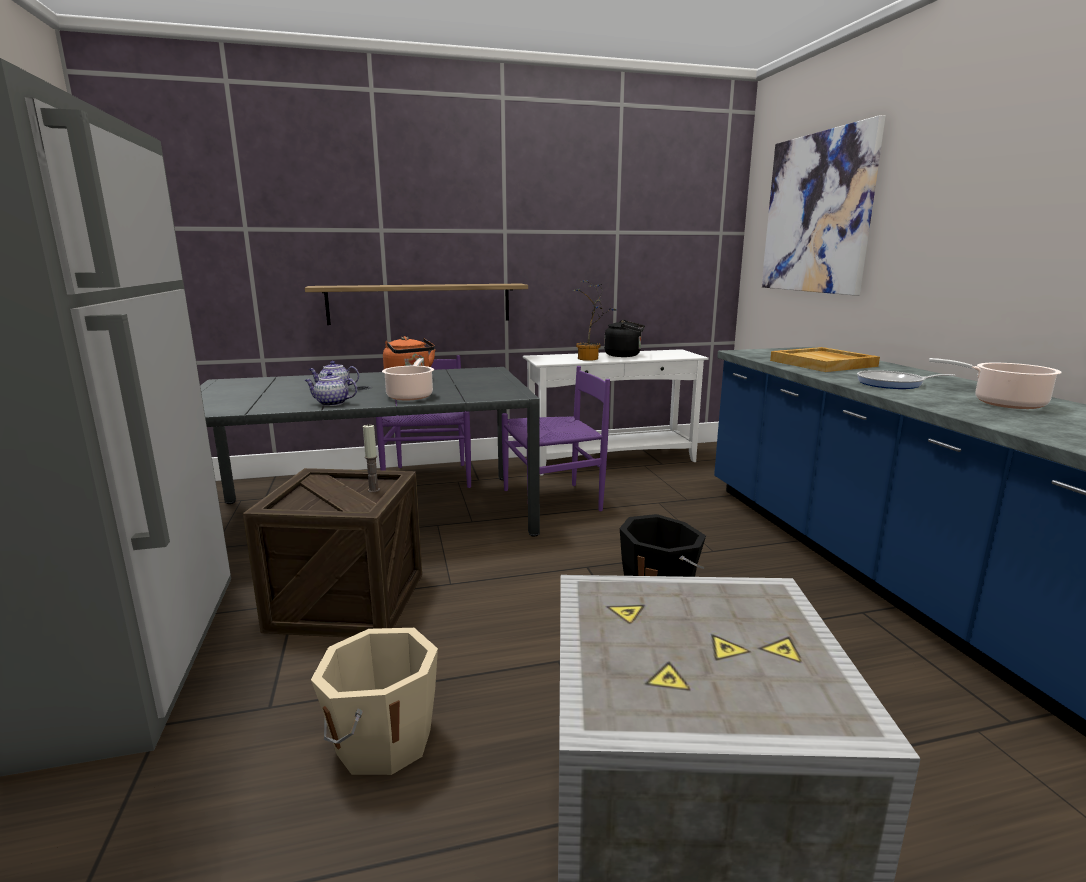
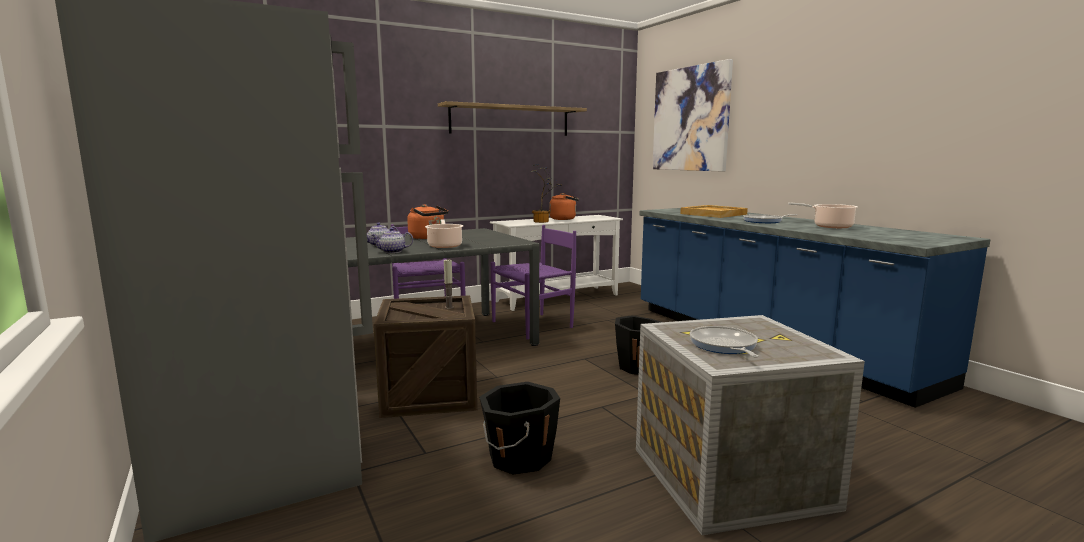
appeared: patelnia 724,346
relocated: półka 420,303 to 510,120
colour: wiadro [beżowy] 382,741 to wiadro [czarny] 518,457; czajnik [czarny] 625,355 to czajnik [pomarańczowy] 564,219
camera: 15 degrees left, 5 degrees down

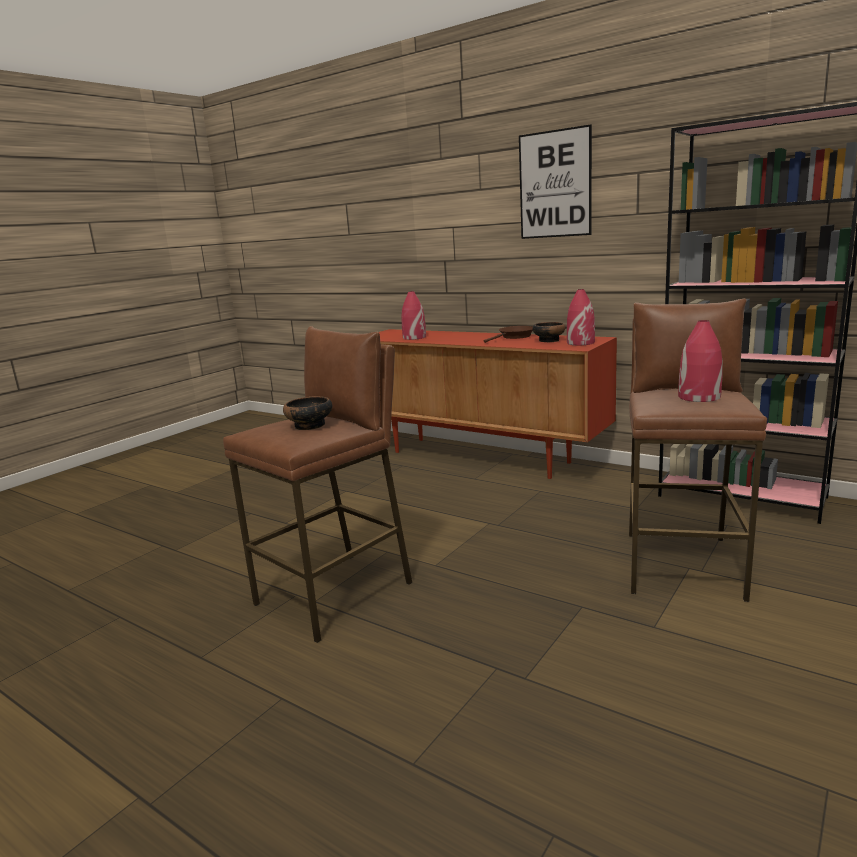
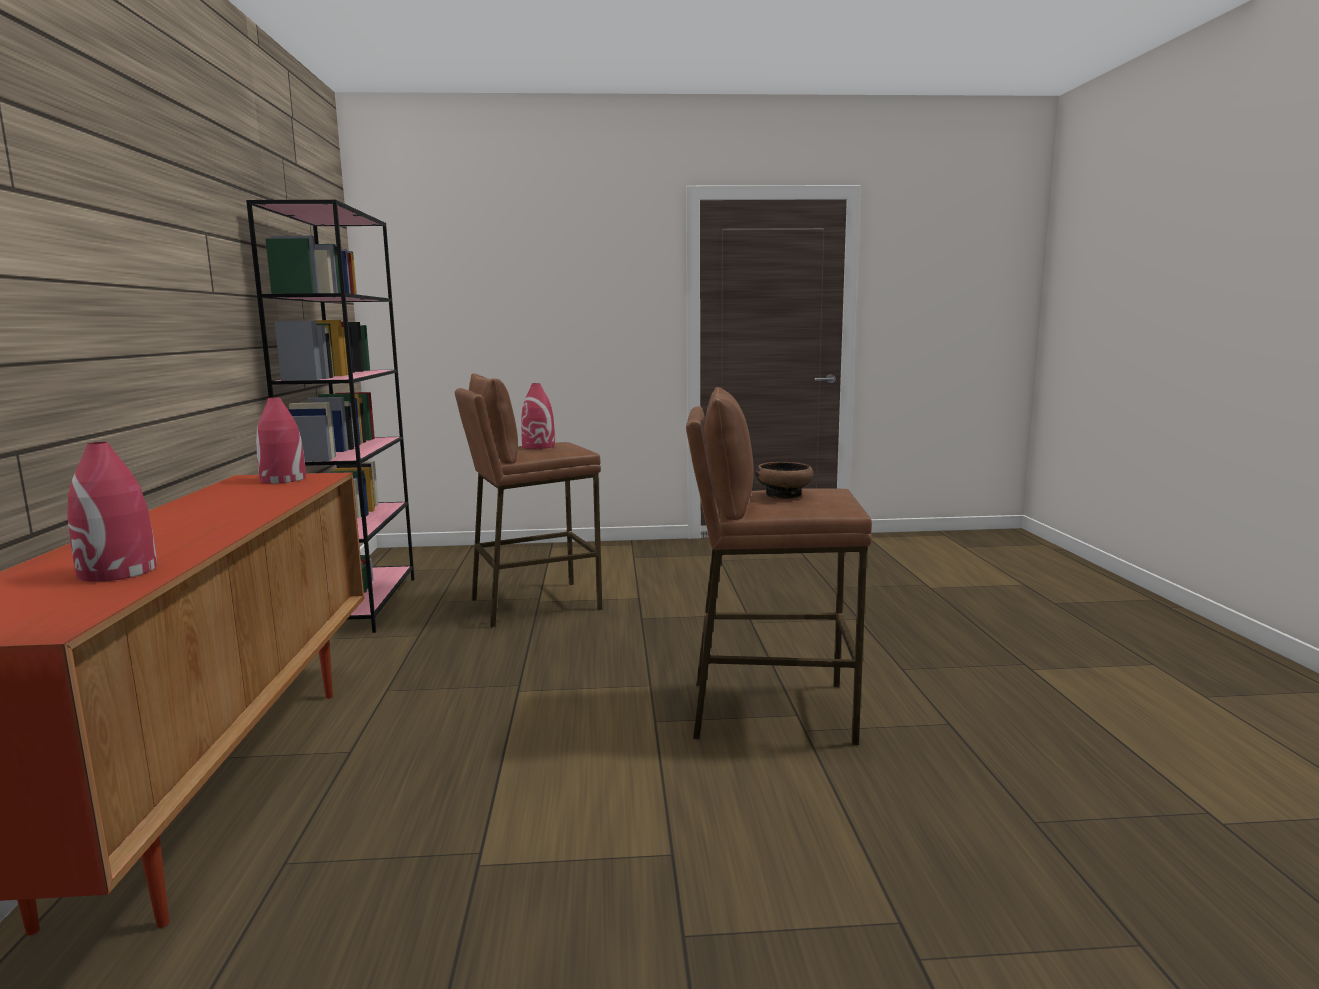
missing: patelnia [brązowy] 514,337; obraz 555,184; miska 549,340
camera: 130 degrees left, 5 degrees down

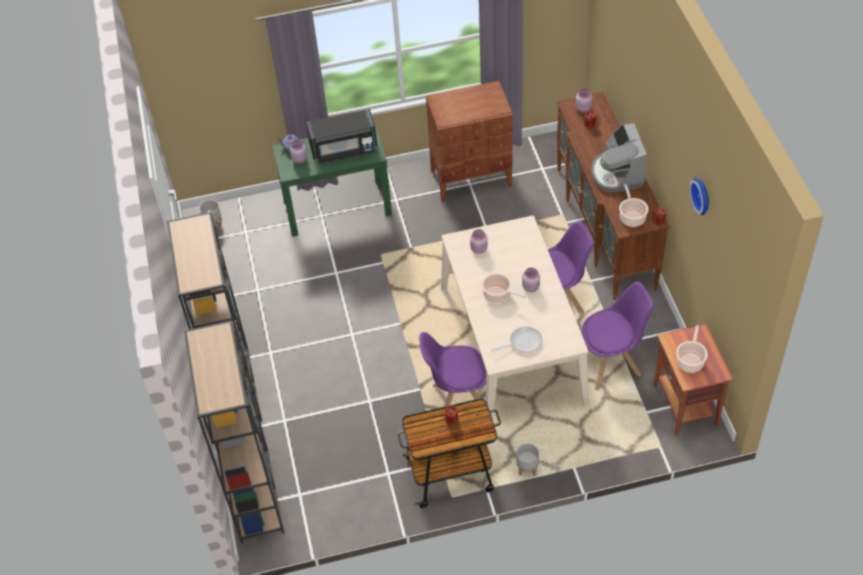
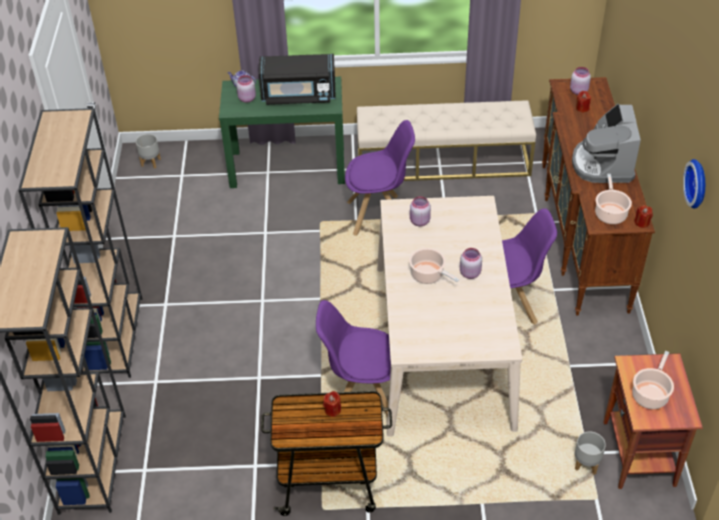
missing: patelnia 522,342
relocated: donica [szary] 527,469 to 586,464; krzesło [fioletowy] 611,363 to 379,215
exchanged: komoda [brązowy] 472,179 to ławka [beżowy] 443,161
camera: 10 degrees right, 5 degrees down

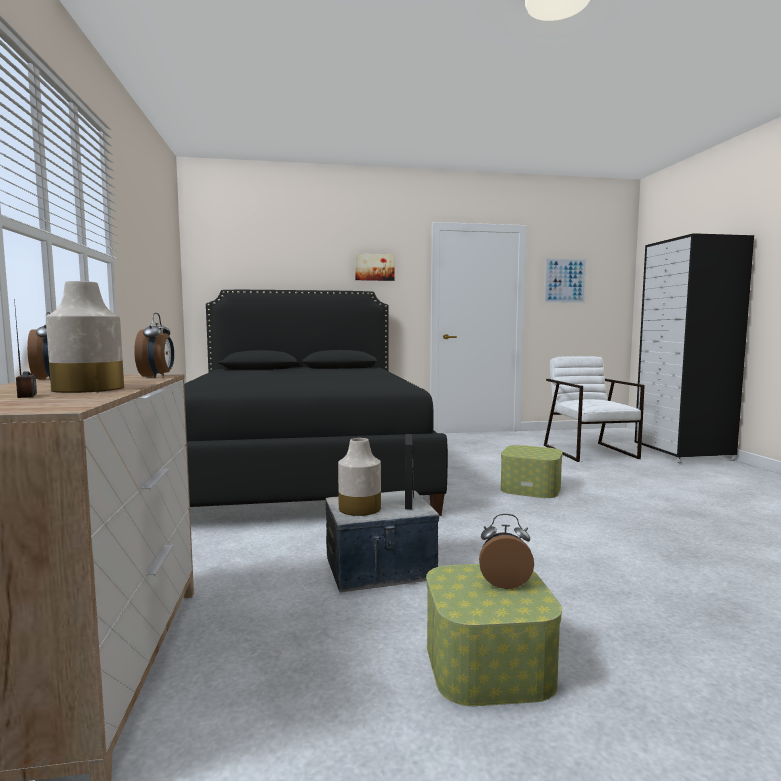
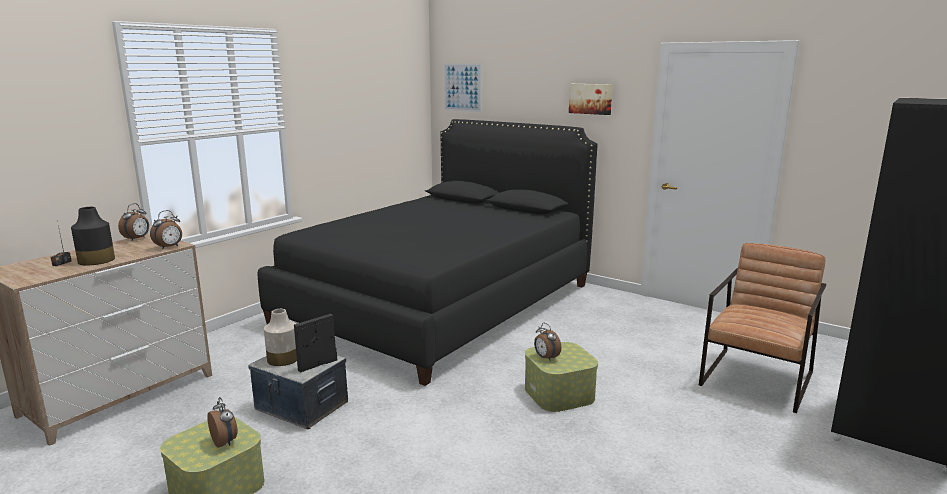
appeared: budzik 545,358
relocated: obraz 565,280 to 462,87
colour: wazon [beżowy] 87,389 to wazon [czarny] 96,260; fotel [biały] 589,452 to fotel [brązowy] 757,379
camera: 45 degrees right, 10 degrees up

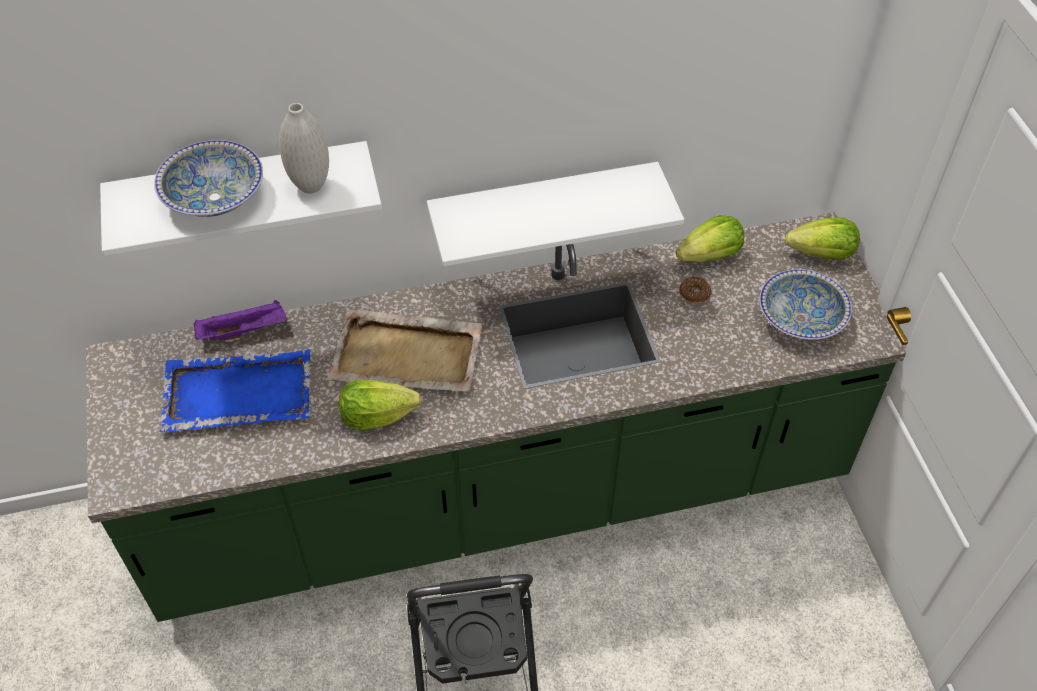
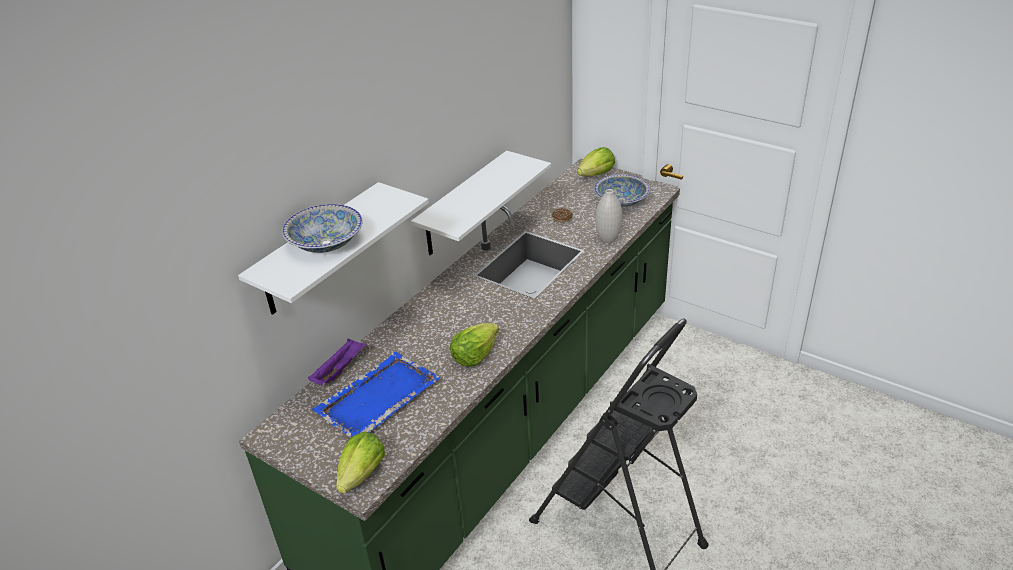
missing: taca [beżowy] 408,355
relocated: wazon [biały] 311,186 to 608,240; sałata 710,256 to 362,474
camera: 40 degrees left, 15 degrees down

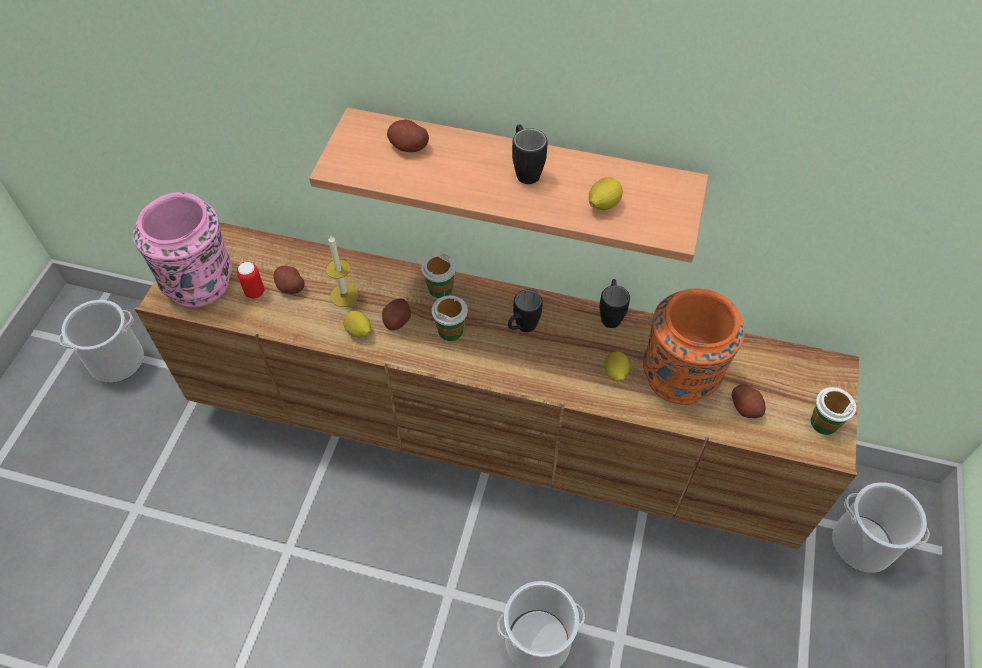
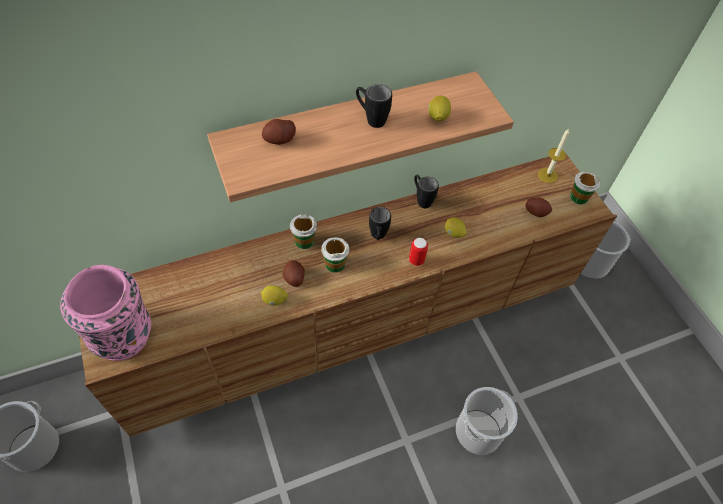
missing: ziemniak 290,287; wazon [pomarańczowy] 681,377
relocated: puszka 255,292 to 416,260; świeca 344,295 to 547,175
camera: 40 degrees left, 0 degrees up

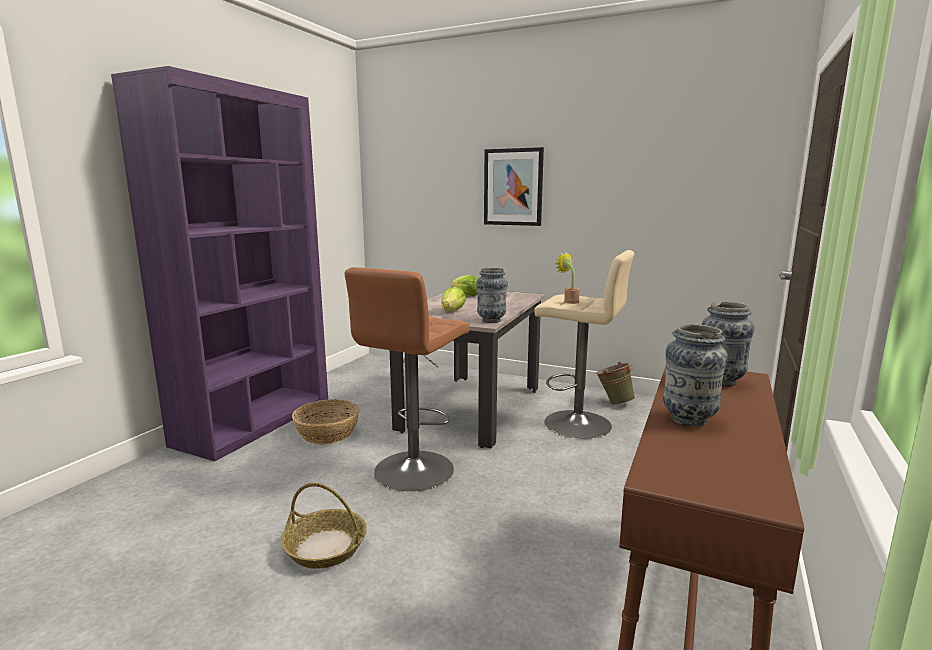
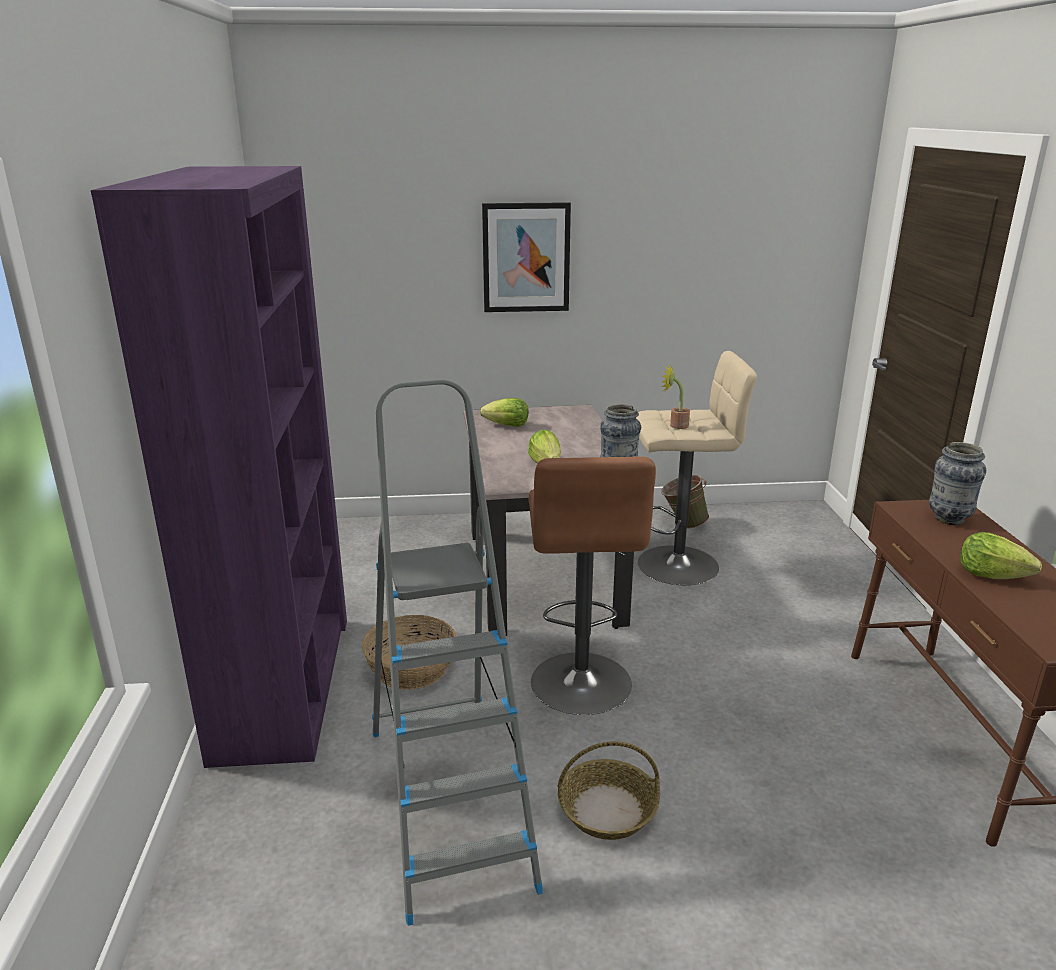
appeared: drabinka [szary] 449,804
exchanged: wazon 689,420 to sałata 990,575
camera: 30 degrees left, 10 degrees up

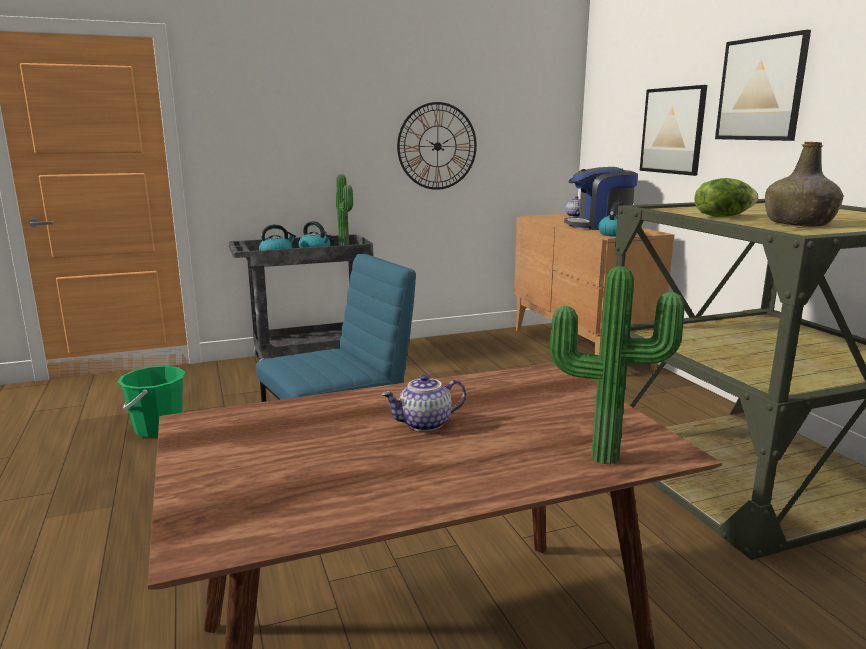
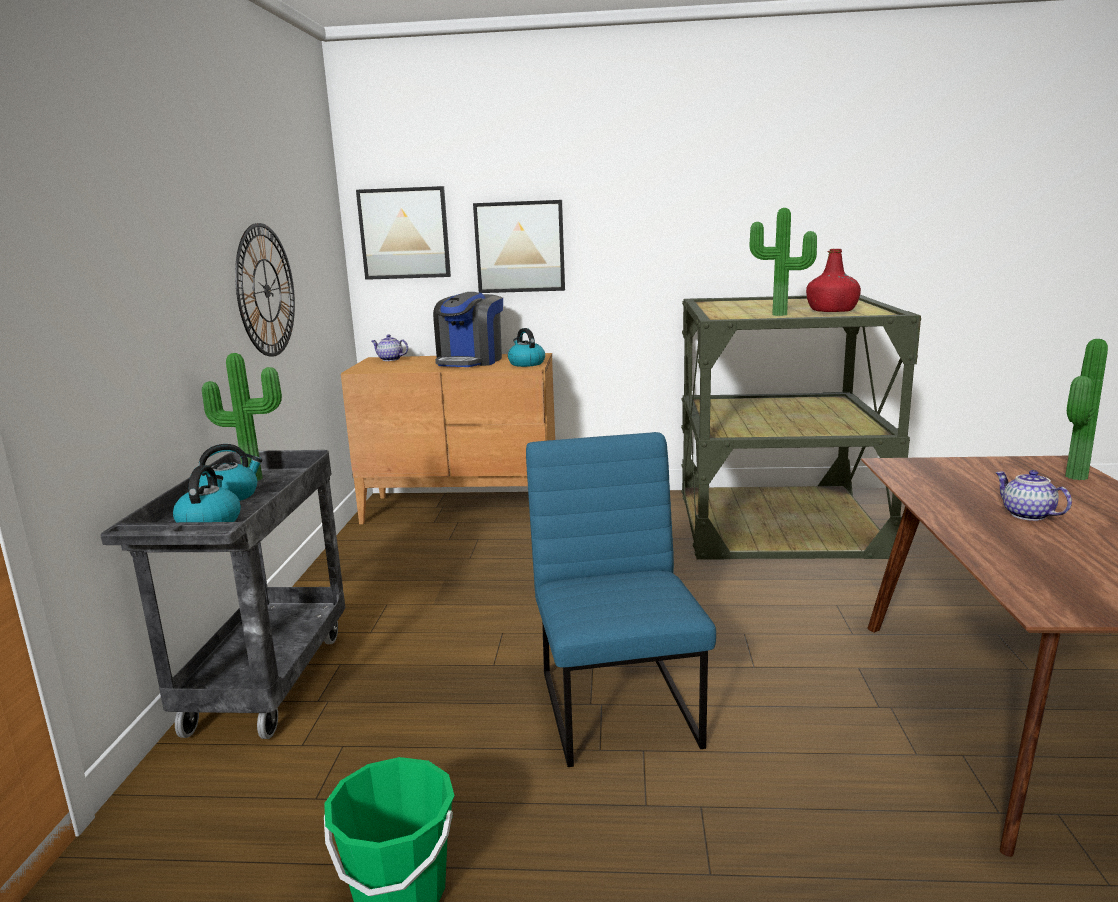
relocated: obraz 760,89 to 404,233
exchanged: sałata 722,216 to roślina doniczkowa 779,315
colour: butelka [zielony] 799,224 to butelka [czerwony] 832,311
spun: imbryk 425,424 = 1026,515 150 degrees clockwise
camera: 65 degrees left, 0 degrees up

